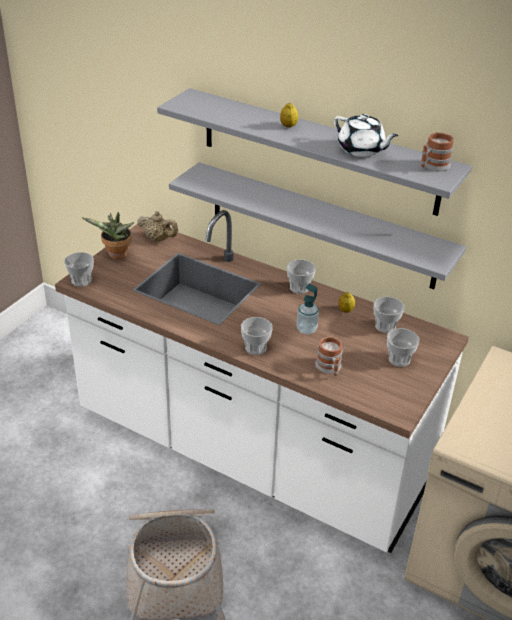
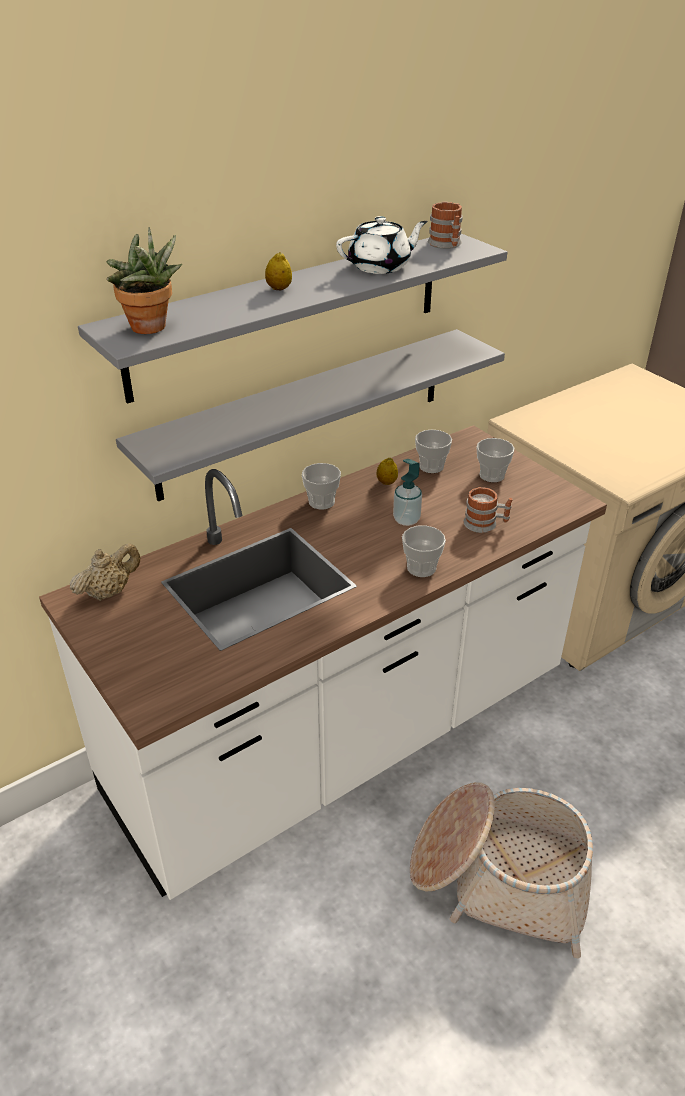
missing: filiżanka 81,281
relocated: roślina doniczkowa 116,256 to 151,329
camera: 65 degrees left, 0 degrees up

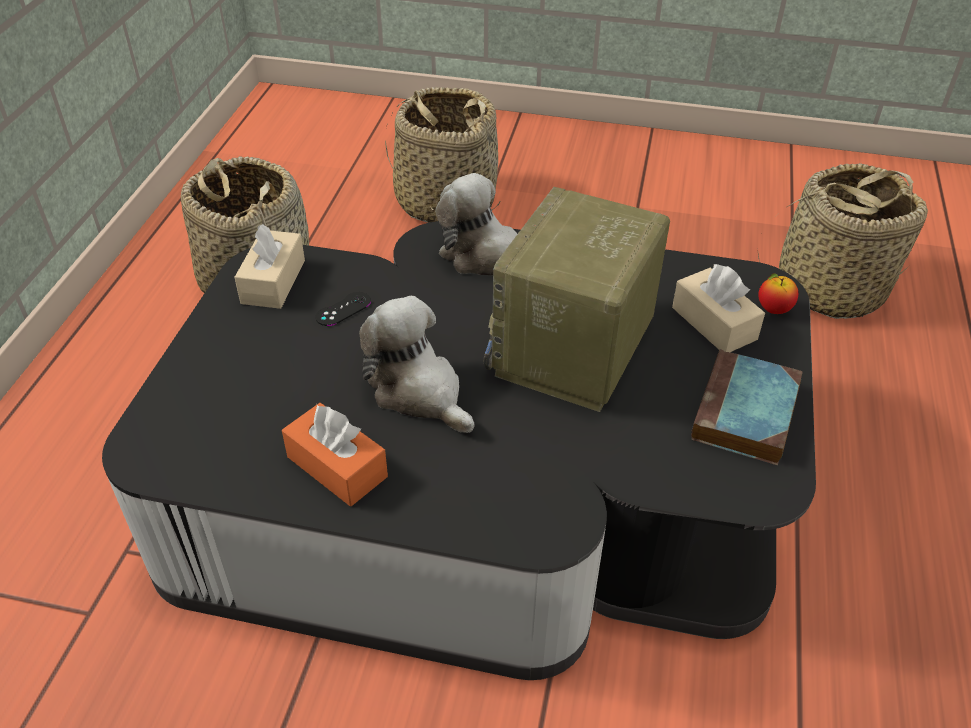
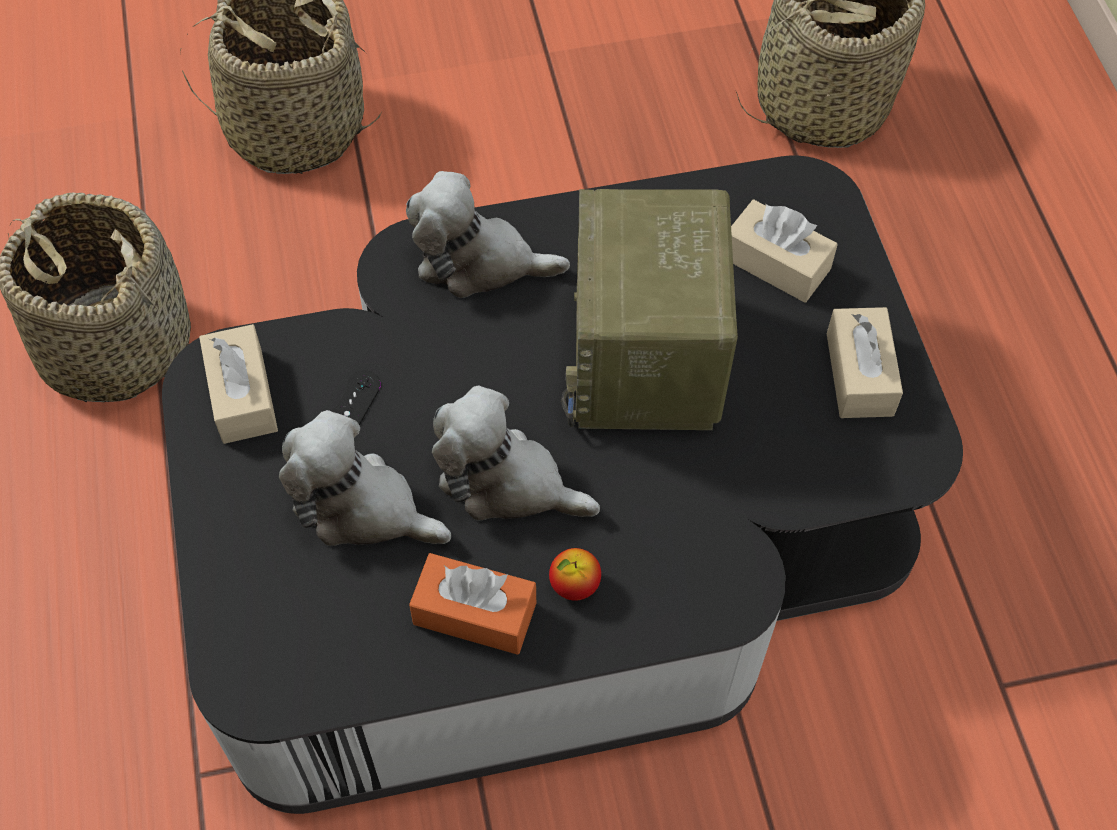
appeared: pluszak 362,506
relocated: jabłko 773,309 to 574,585
exchanged: książka 745,415 to pudełko chusteczek [beżowy] 859,374
camera: 25 degrees left, 15 degrees up

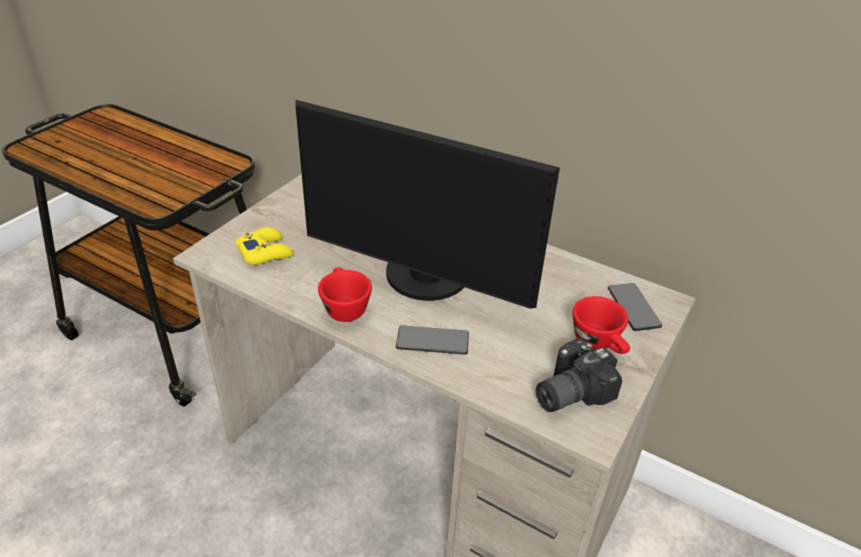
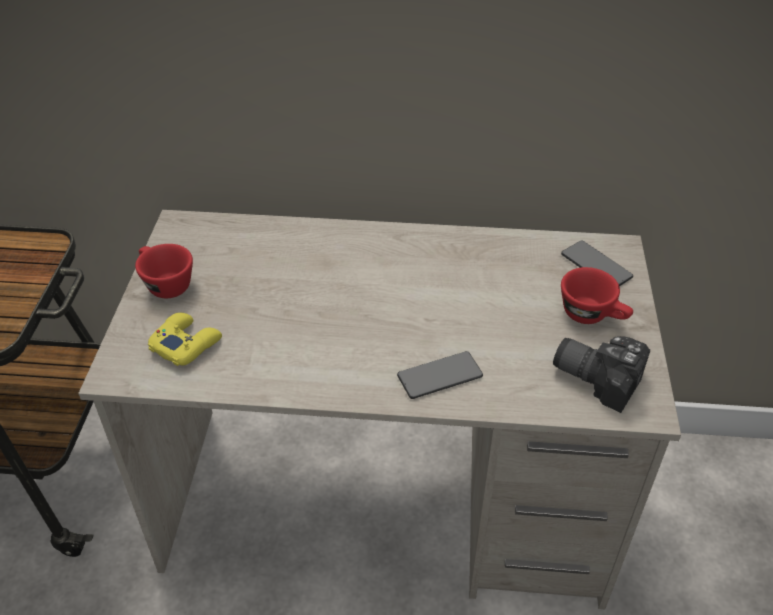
missing: monitor 423,279
relocated: filiżanka [czerwony] 343,306 to 164,284
spun: aparat fotograficzny 567,391 = 597,376 90 degrees clockwise
camera: 25 degrees left, 5 degrees up

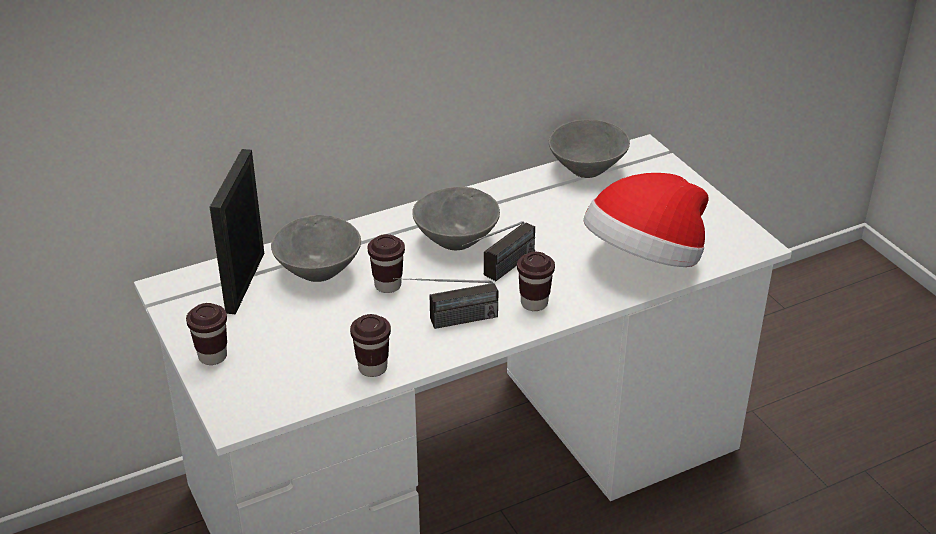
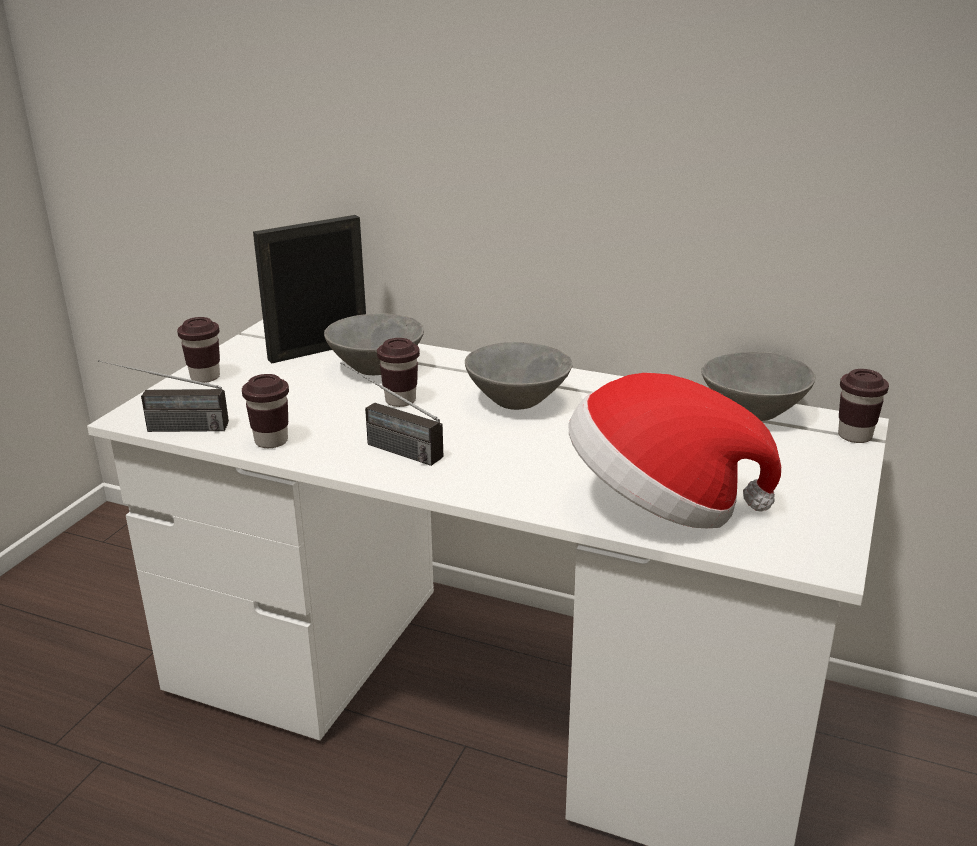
relocated: radio 500,272 to 166,428; filiżanka [brązowy] 534,303 to 854,436
camera: 50 degrees right, 10 degrees down

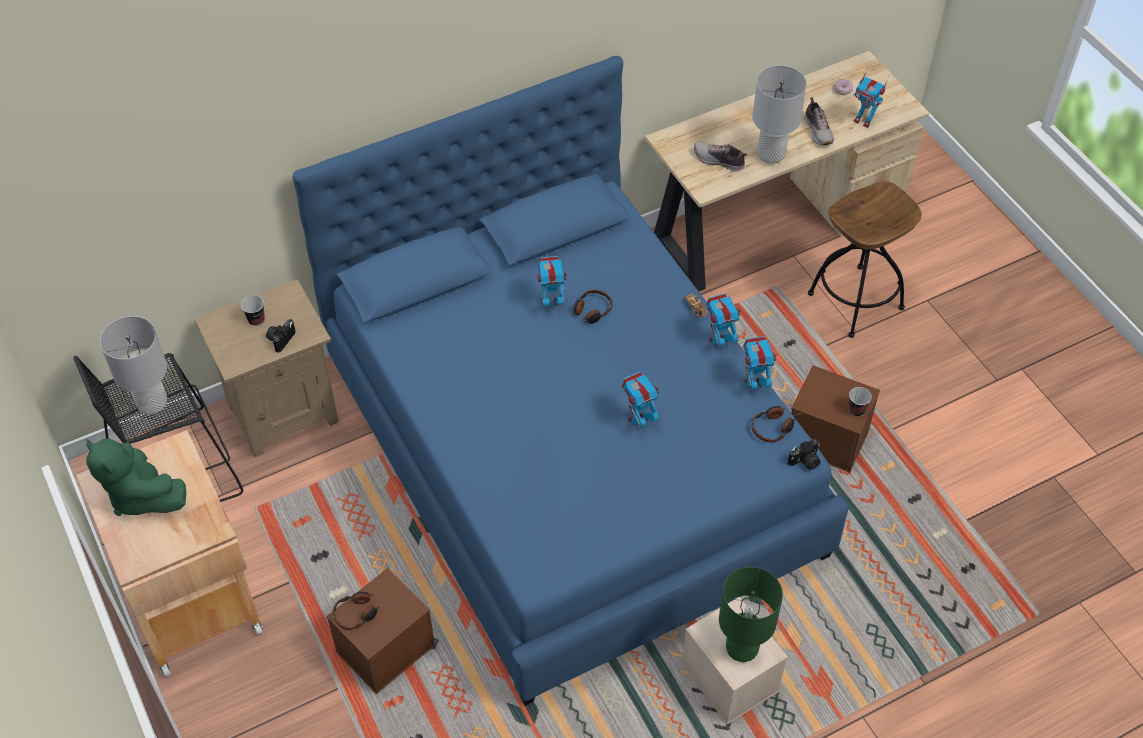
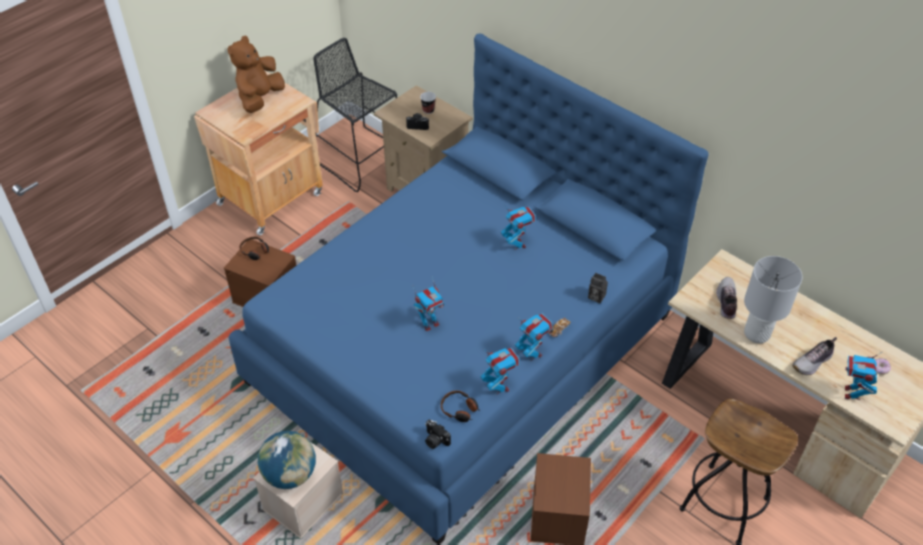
missing: lampa stołowa [szary] 153,405; słuchawki 592,311; filiżanka 856,410
appeared: aparat fotograficzny 595,296
exchanged: lampa stołowa [zielony] 742,649 to globus 290,474
colour: pluszak [zielony] 141,495 to pluszak [brązowy] 260,99
spun: robot zabawkowy 639,421 = 429,324 105 degrees clockwise
camera: 70 degrees right, 5 degrees down

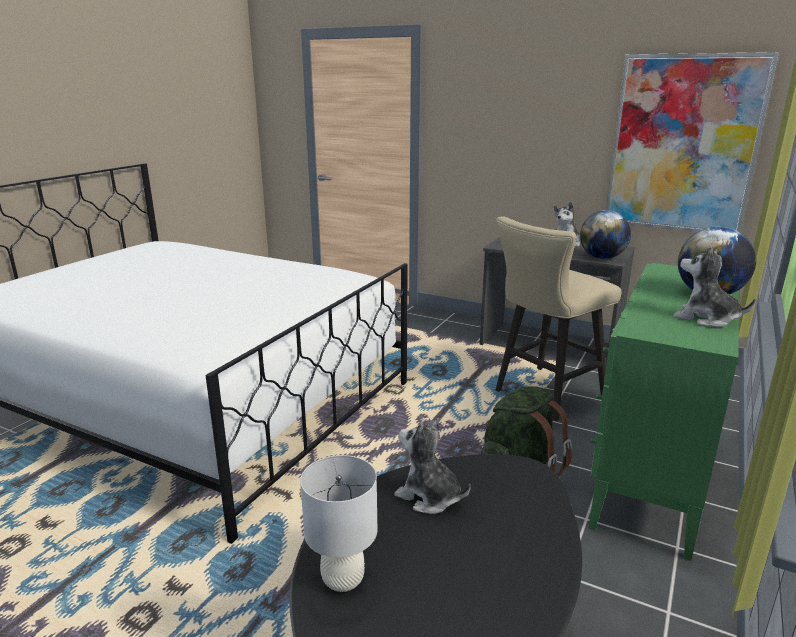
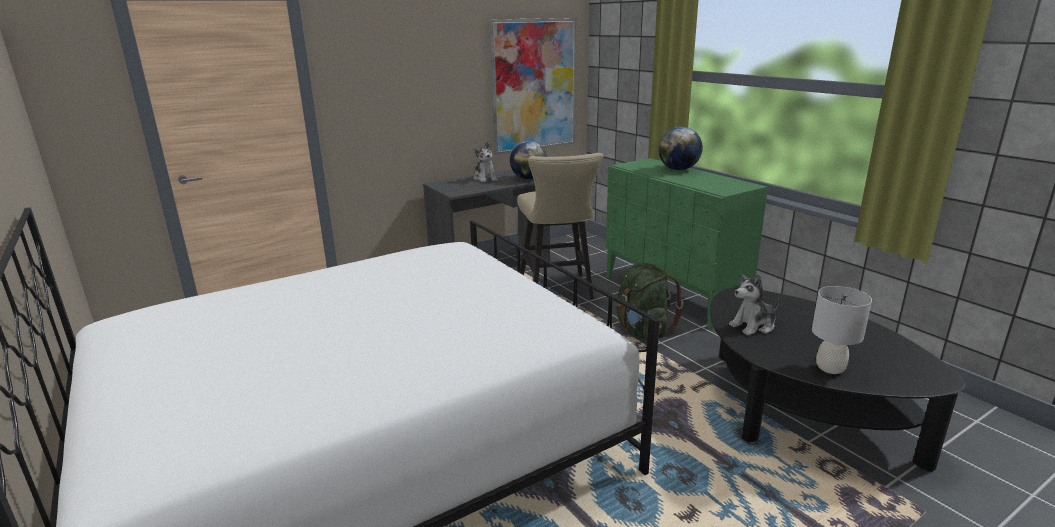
missing: pluszak 705,319
camera: 60 degrees left, 0 degrees up

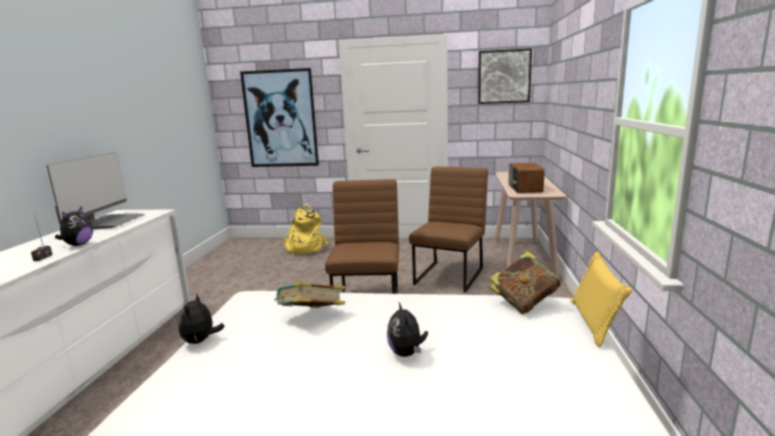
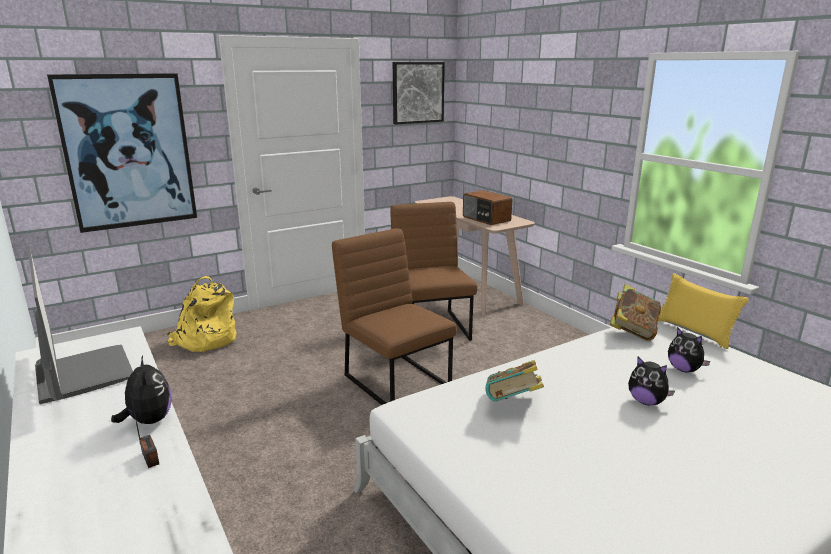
relocated: pluszak 201,341 to 684,369
camera: 40 degrees left, 5 degrees up

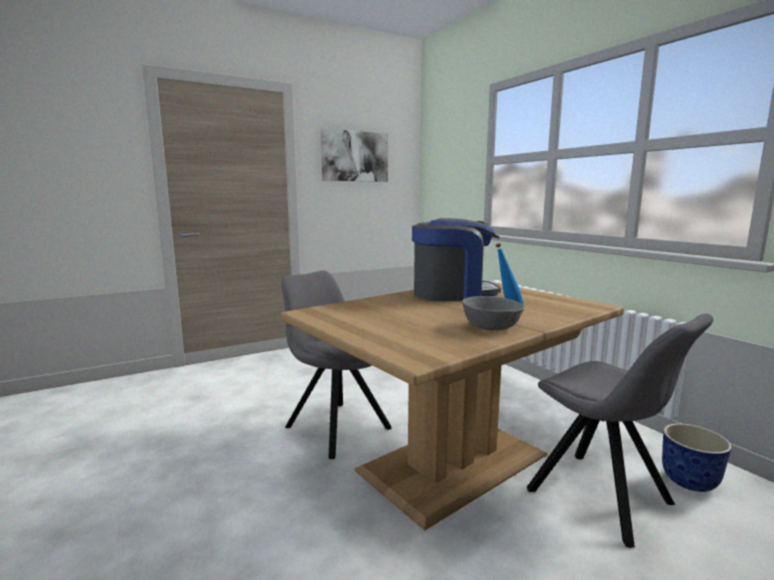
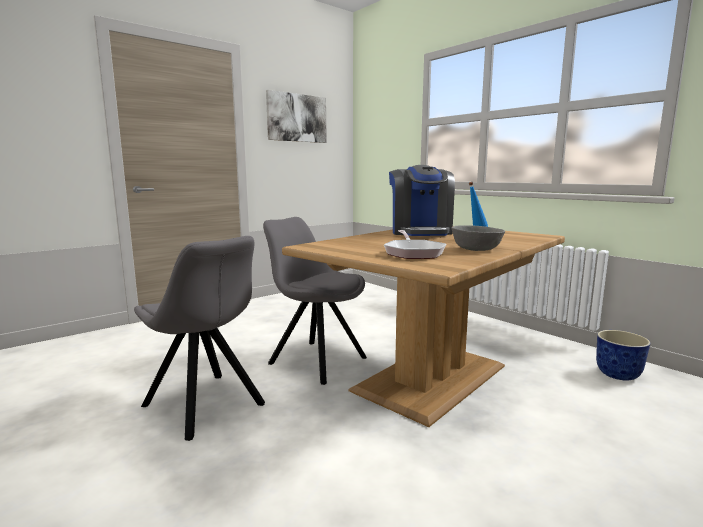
appeared: patelnia 413,253
relocated: krzesło [szary] 600,496 to 205,405
spun: ekspres do kawy 452,293 = 420,232 105 degrees clockwise
camera: 10 degrees left, 0 degrees up

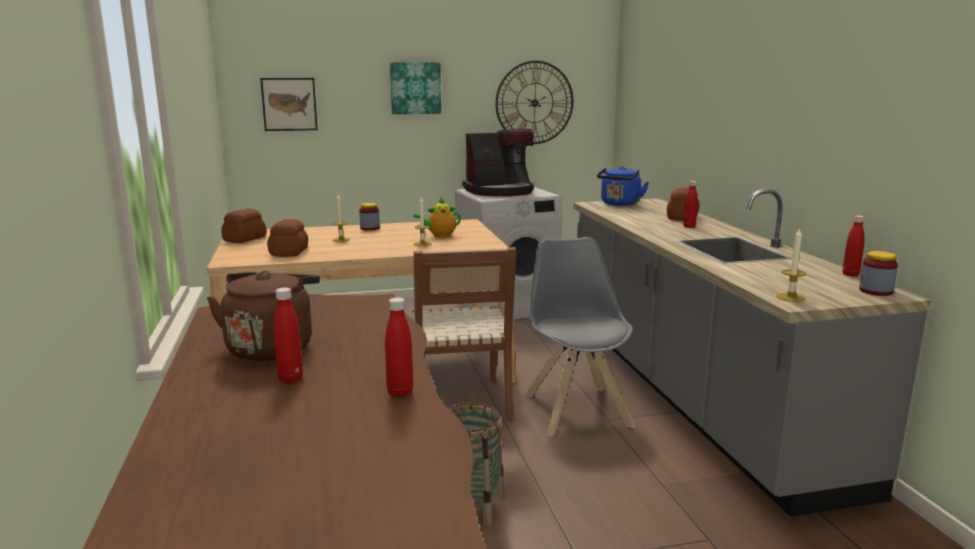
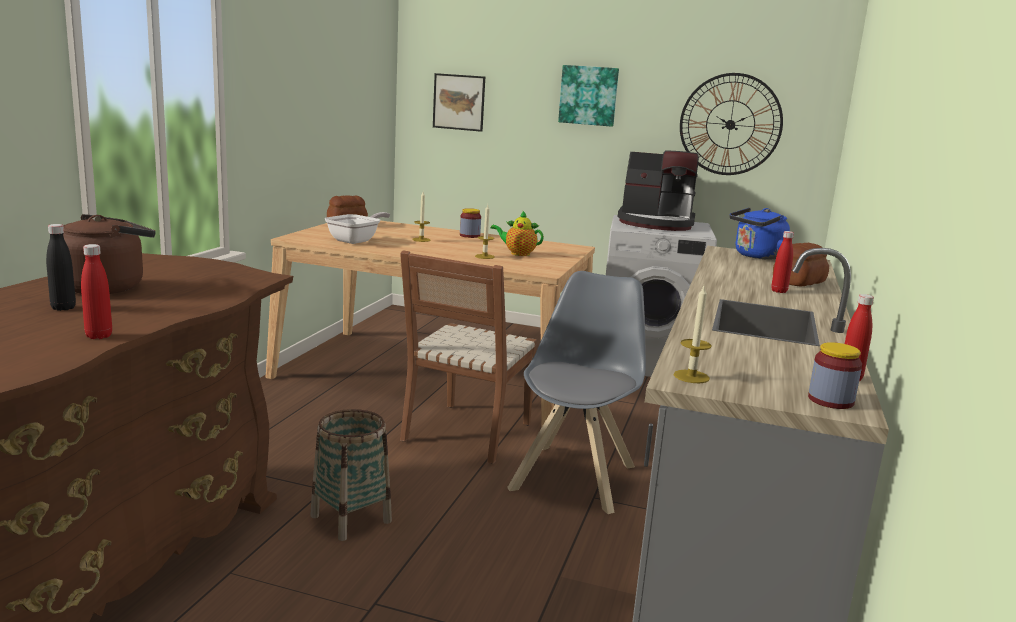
exchanged: chleb 289,252 to patelnia 357,240
colour: butelka [czerwony] 290,379 to butelka [czarny] 63,308
camera: 30 degrees right, 0 degrees up

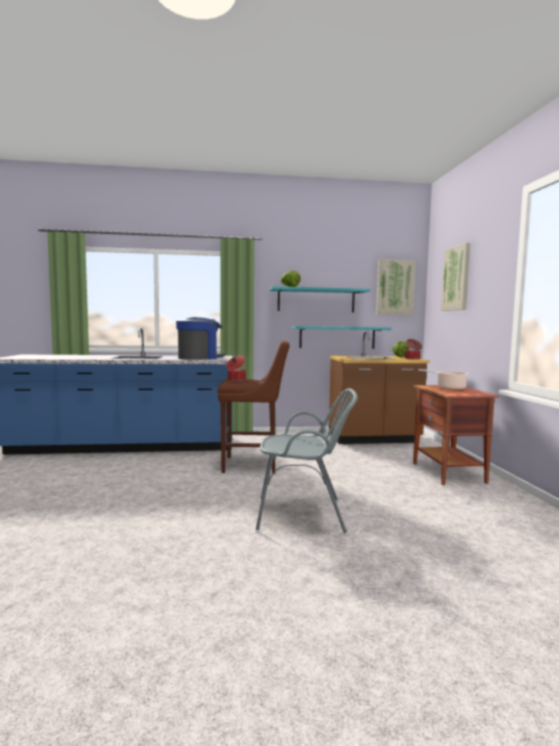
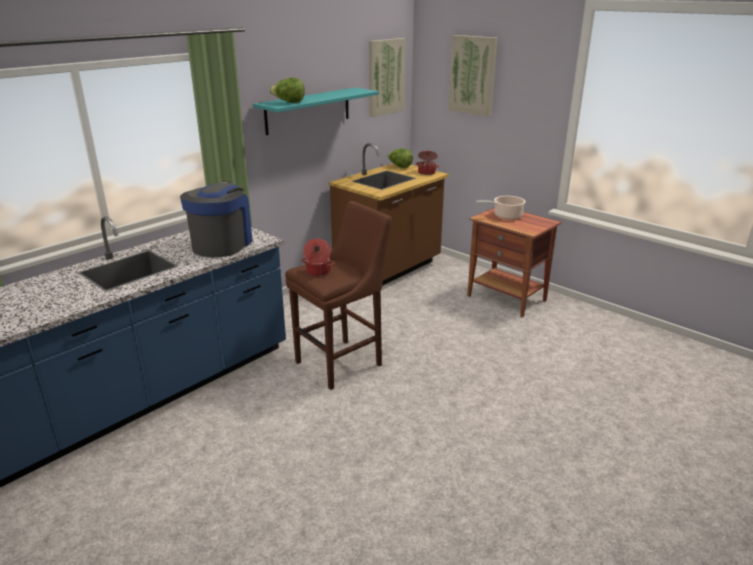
missing: krzesło [szary] 305,515; półka [turkusowy] 337,337
camera: 40 degrees left, 20 degrees up

